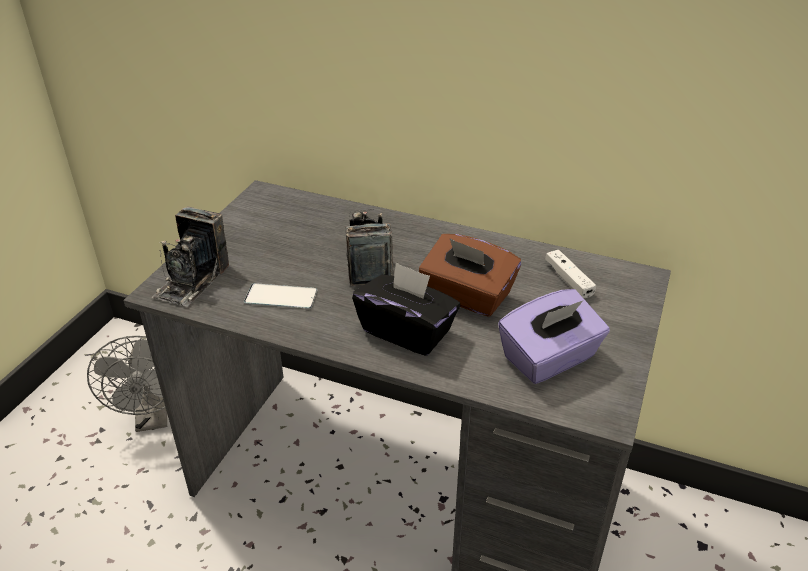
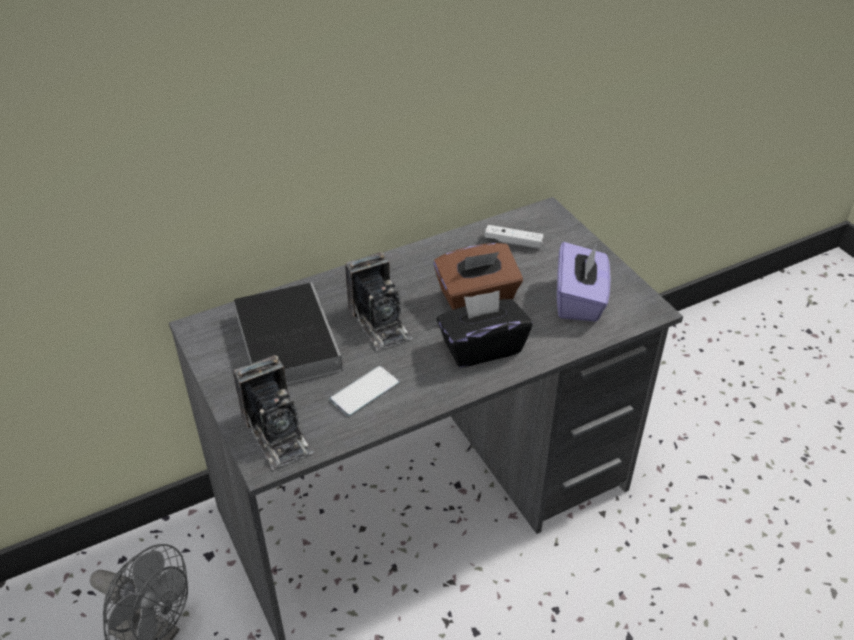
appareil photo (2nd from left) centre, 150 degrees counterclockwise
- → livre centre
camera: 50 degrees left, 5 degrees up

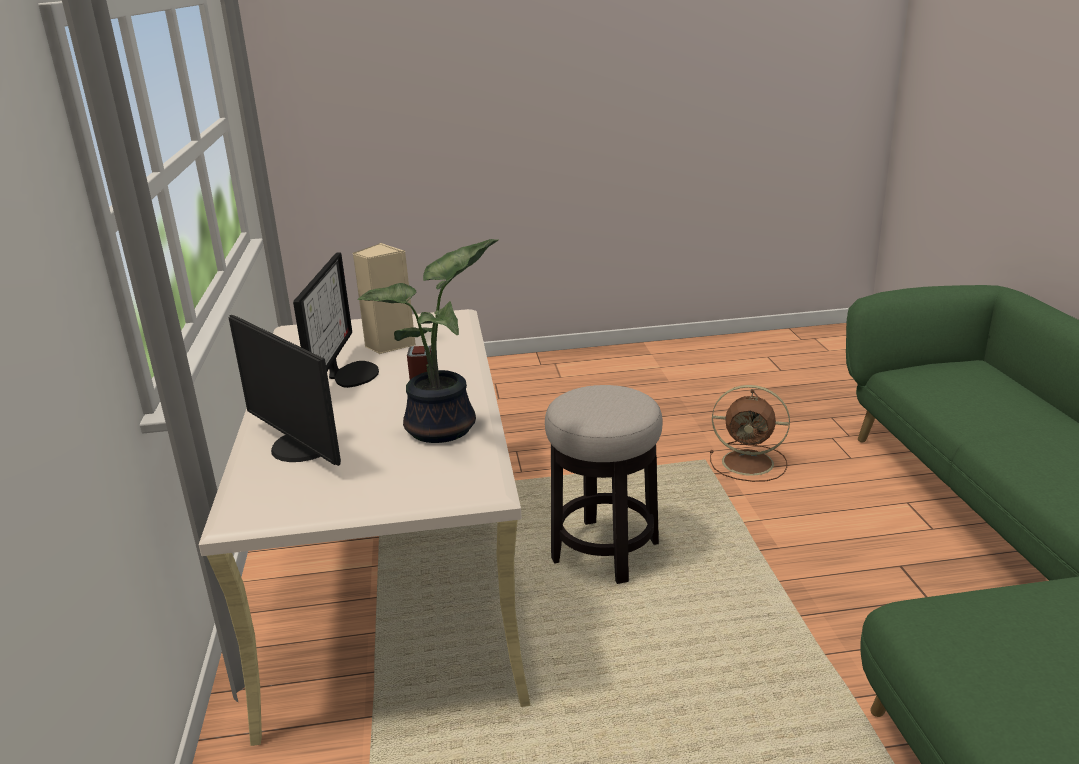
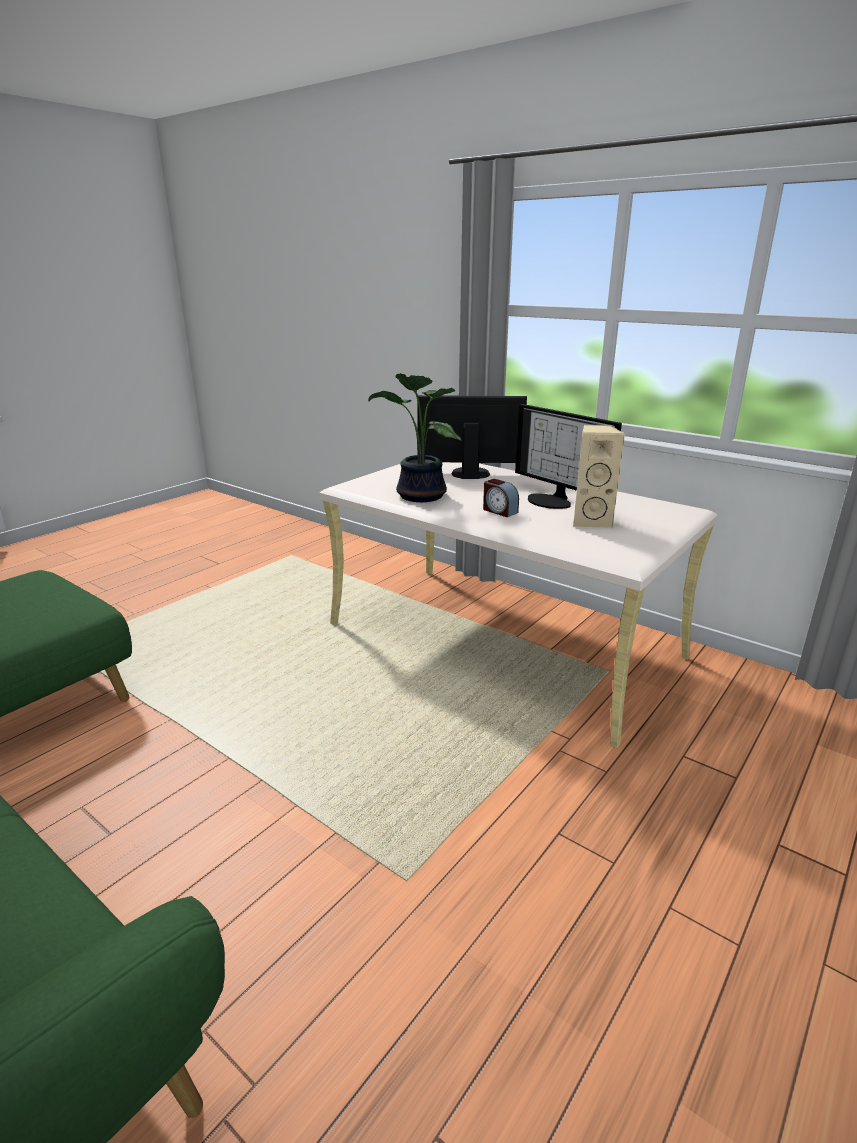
tabouret centre → -
ventilateur (marron) middle right → -
camera: 135 degrees right, 0 degrees up

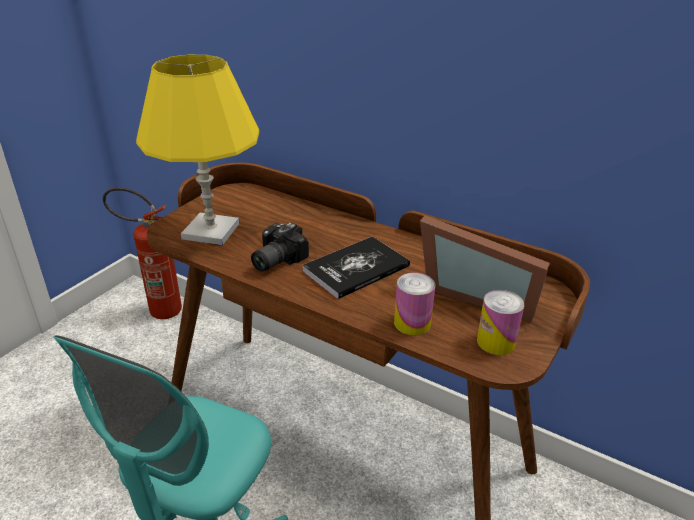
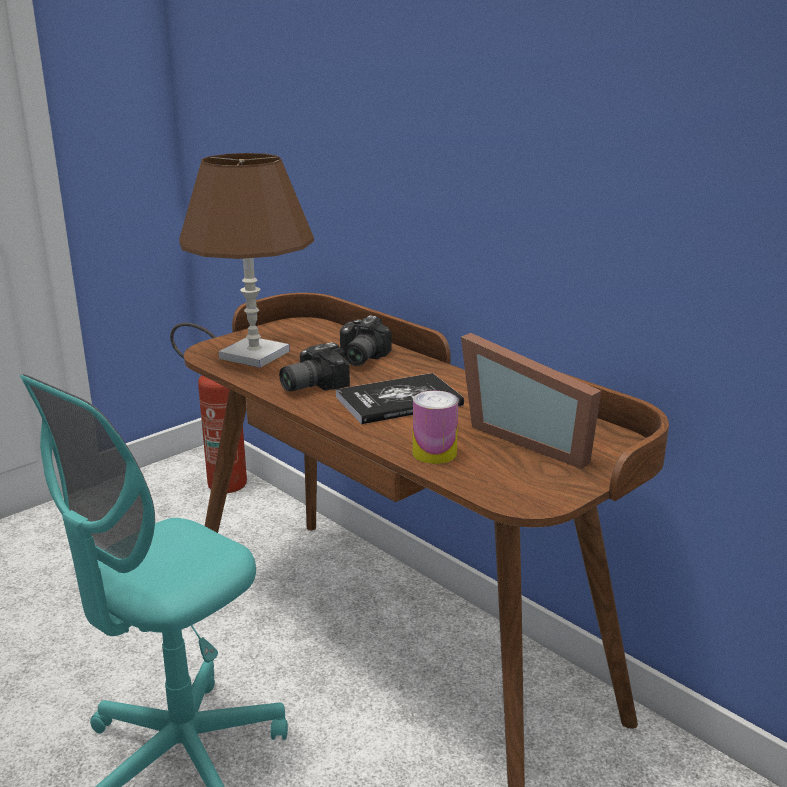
lampe de table (jaune) top left → lampe de table (marron) top left
boîte métallique (2nd from left) middle right → -
- → appareil photo (2nd from left) centre
camera: 15 degrees right, 10 degrees down

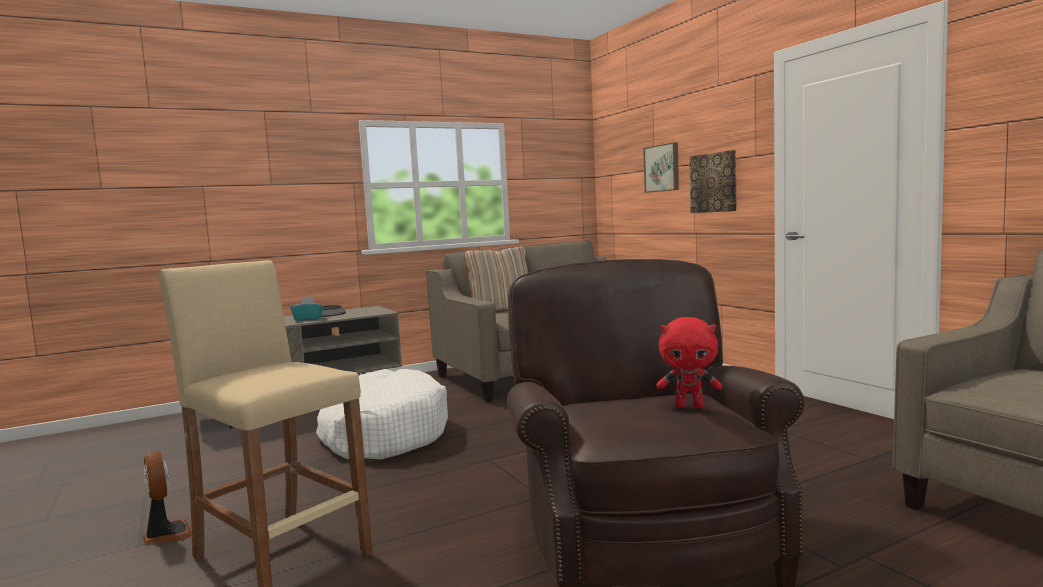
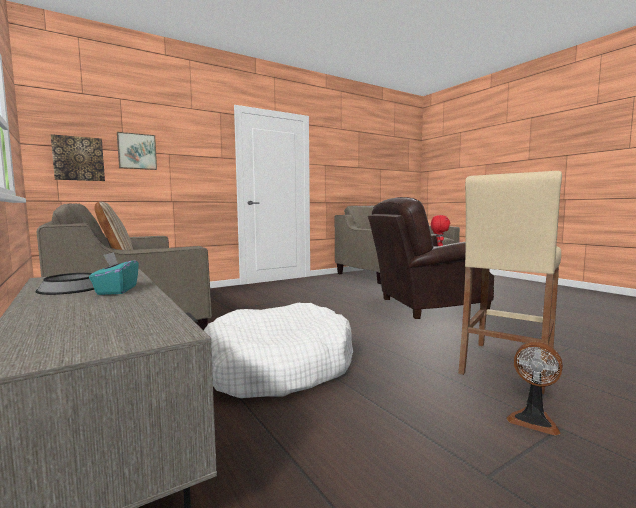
ventilateur bottom left → ventilateur bottom right, 105 degrees counterclockwise
tableau (2nd from left in the first image) top right → tableau (1st from left) top left, moved
camera: 95 degrees left, 0 degrees up

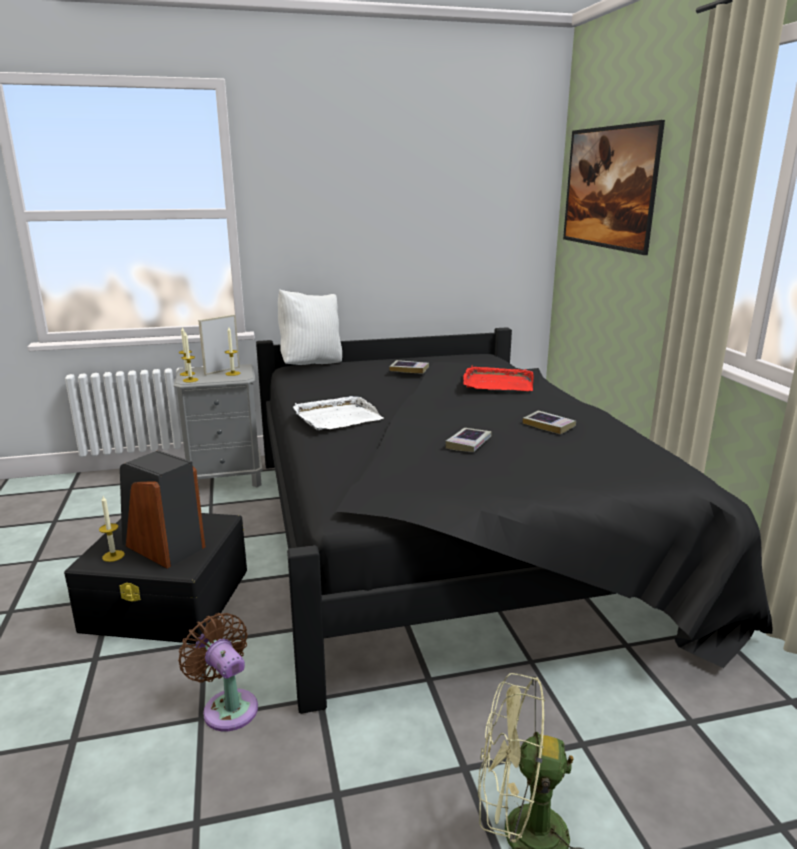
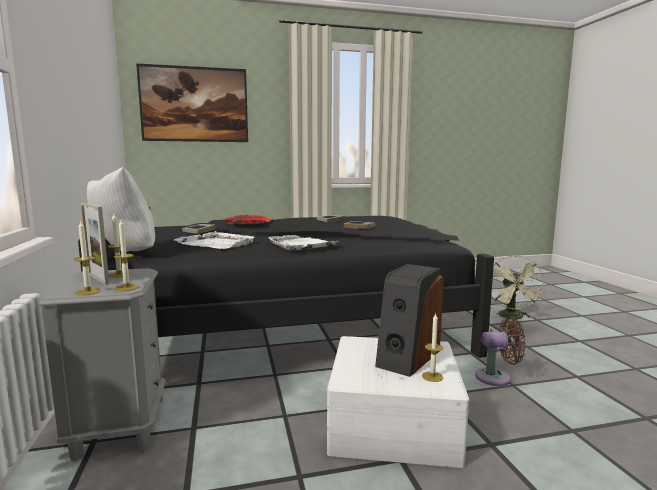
boîte de rangement (noir) bottom left → boîte de rangement (blanc) bottom centre
ventilateur (marron) bottom left → ventilateur (marron) bottom right, 135 degrees counterclockwise
- → plateau (blanc) (1st from left) middle left
camera: 90 degrees left, 10 degrees down

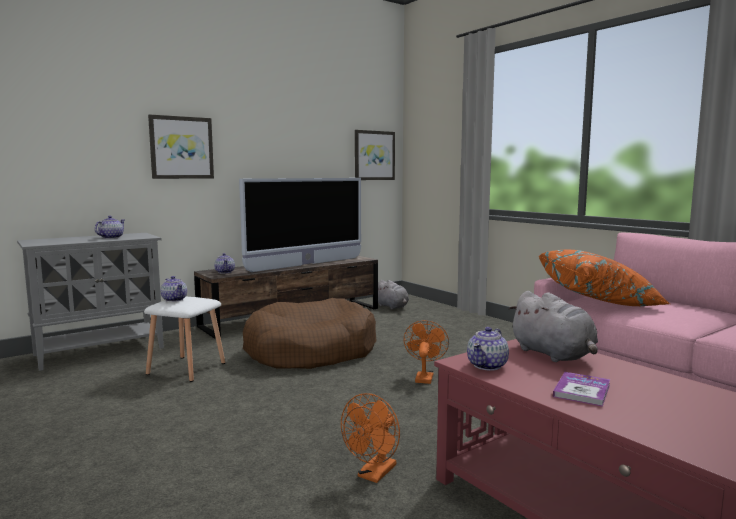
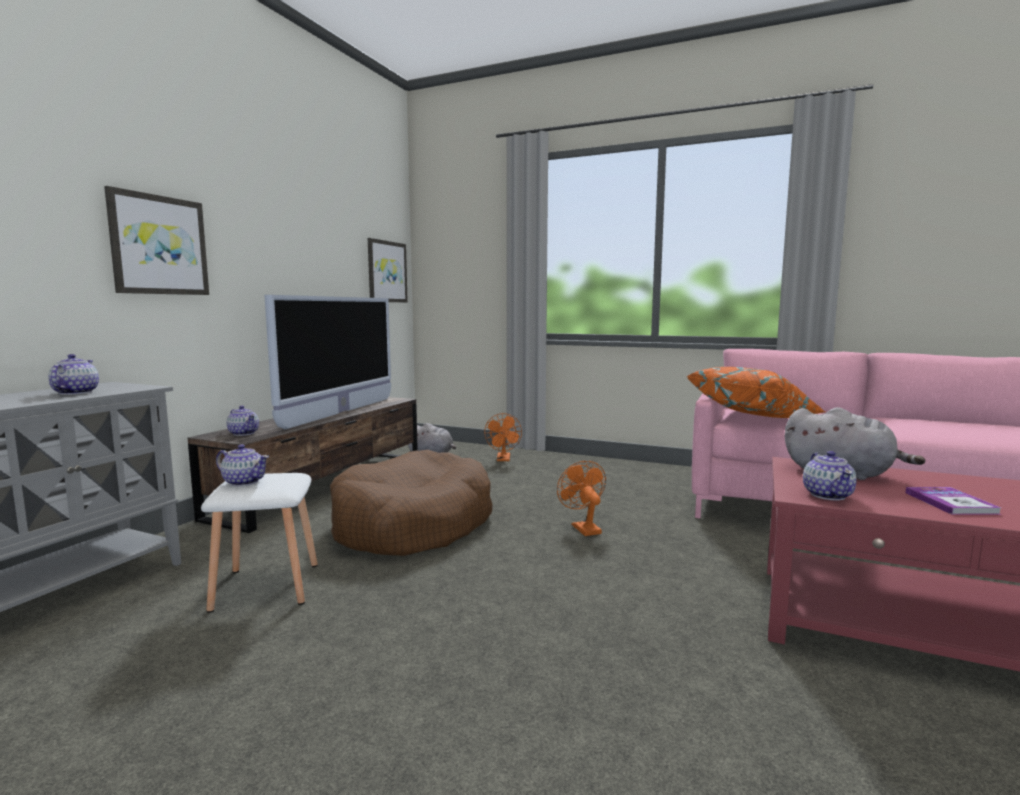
ventilateur (orange) (1st from left) bottom centre → ventilateur (orange) (1st from left) centre, moved
camera: 30 degrees left, 0 degrees up

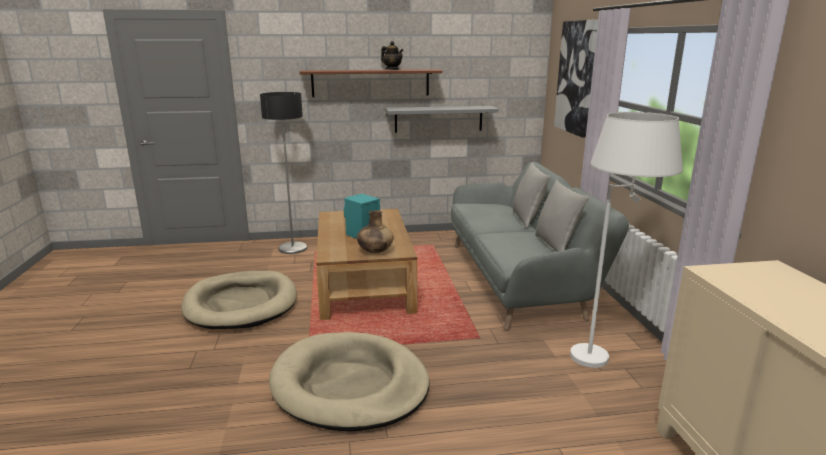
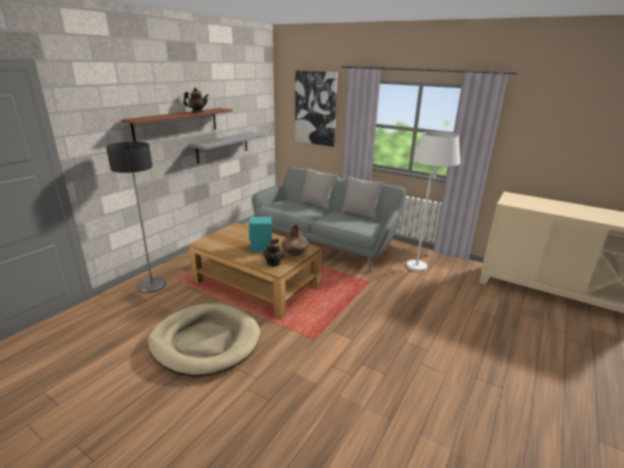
panier pour chien (beige) (2nd from left) bottom centre → -
- → théière (2nd from left) centre
camera: 50 degrees left, 5 degrees up

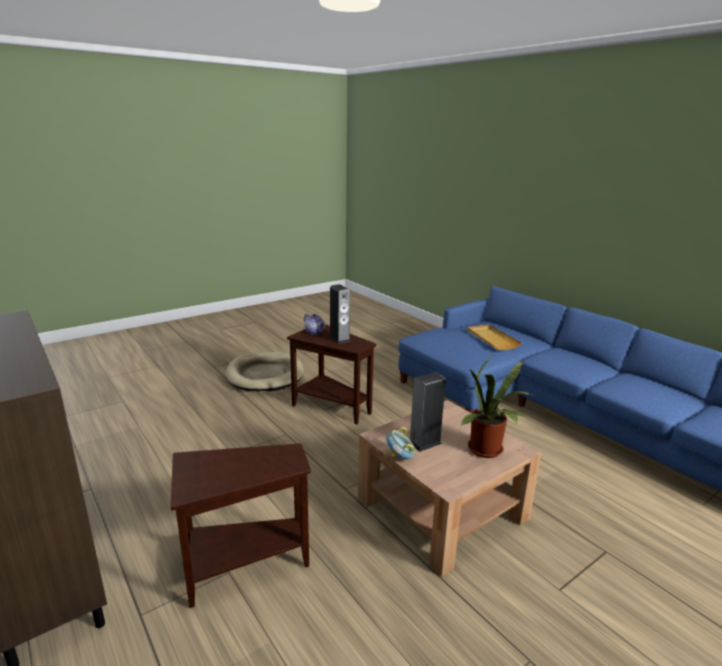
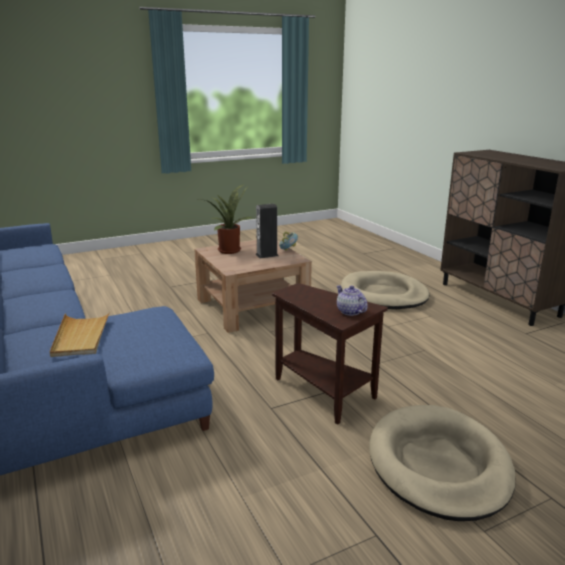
table d'appoint (marron) (1st from left) bottom centre → panier pour chien (beige) (1st from left) middle right
enceinte (1st from left) centre → -
camera: 170 degrees left, 0 degrees up

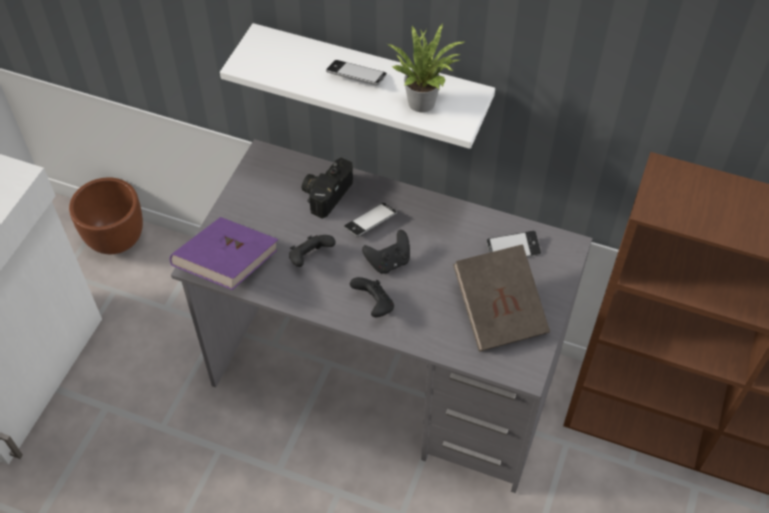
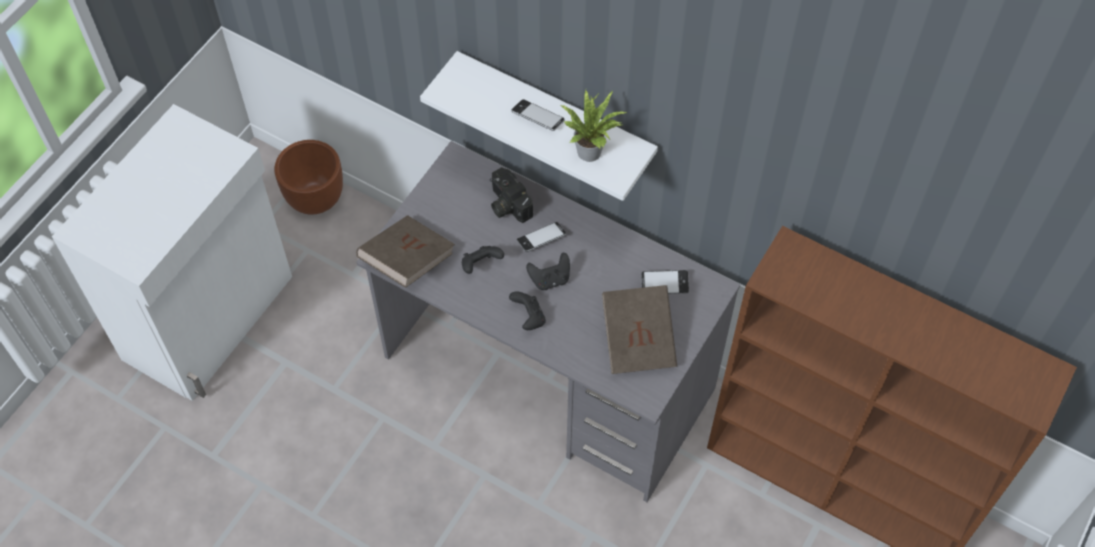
livre (violet) middle left → livre (marron) (1st from left) centre
appareil photo centre, 75 degrees counterclockwise
camera: 10 degrees right, 5 degrees up

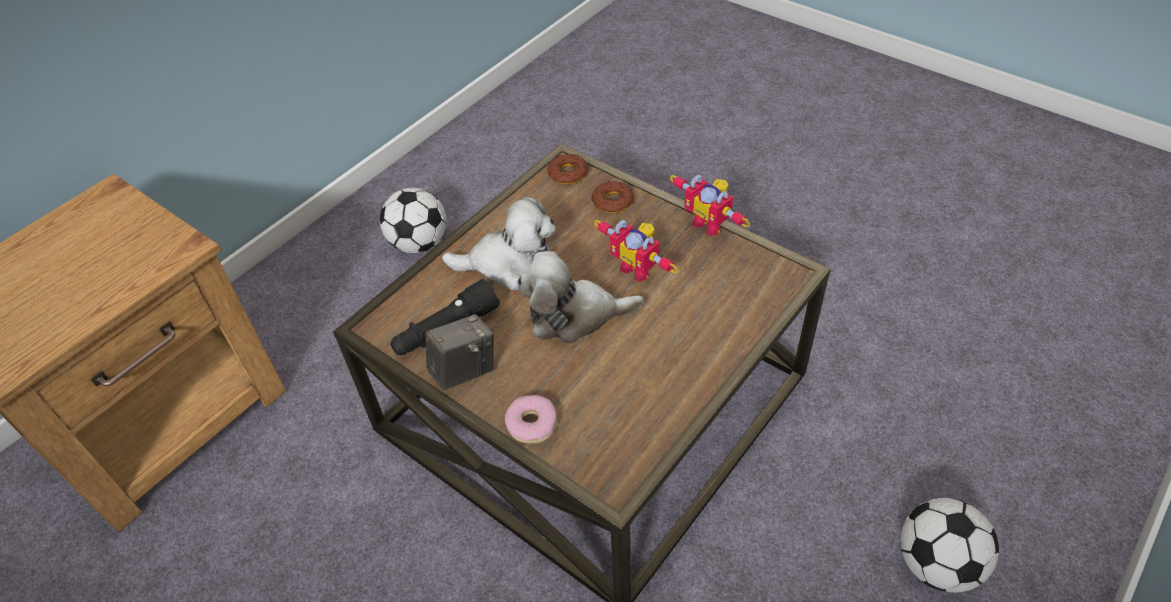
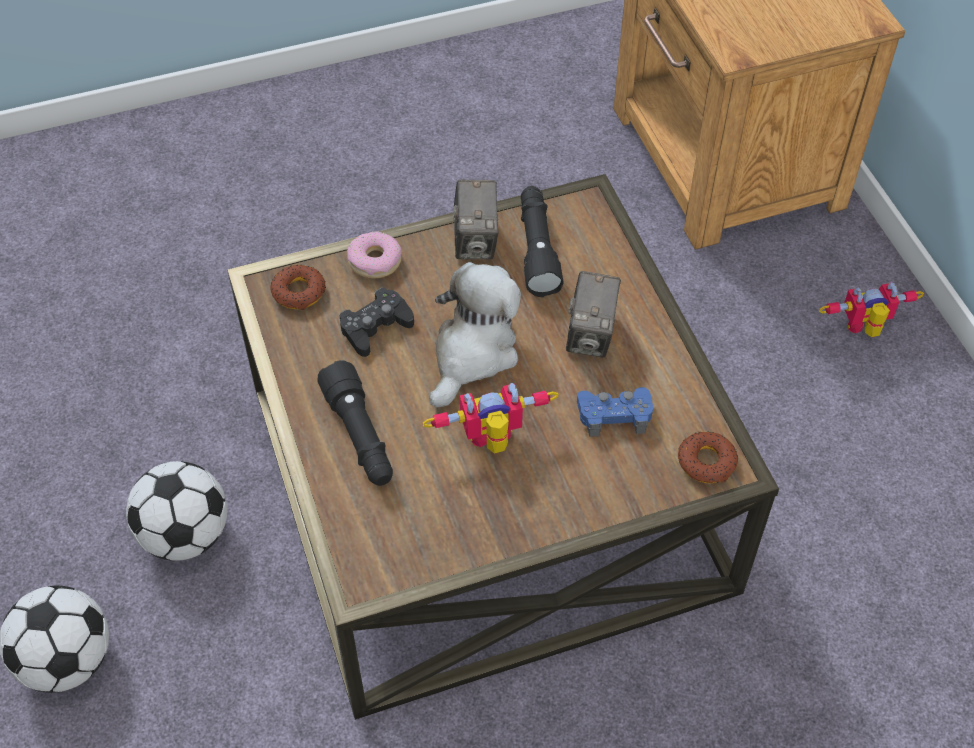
ballon de foot (1st from left in the first image) centre → ballon de foot (2nd from left) bottom left, moved
peluche (1st from left) centre → appareil photo (2nd from left) centre
beignet (3rd from left in the first image) top centre → beignet (1st from left) middle left, moved
robot jouet (2nd from left) centre → robot jouet (2nd from left) middle right, moved
- → lampe de poche (noir) (1st from left) centre
- → manette (noir) centre
- → manette (bleu) centre
camera: 120 degrees right, 5 degrees up

